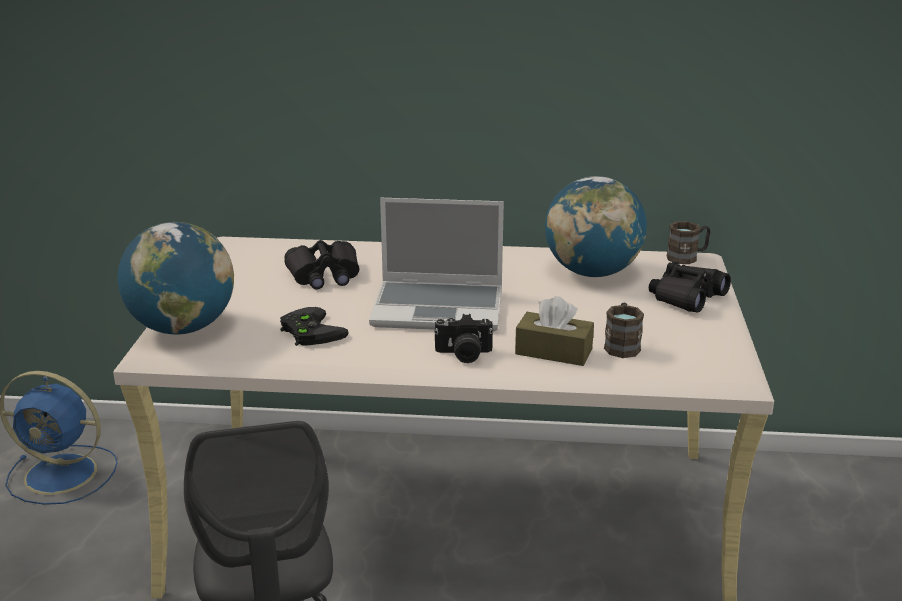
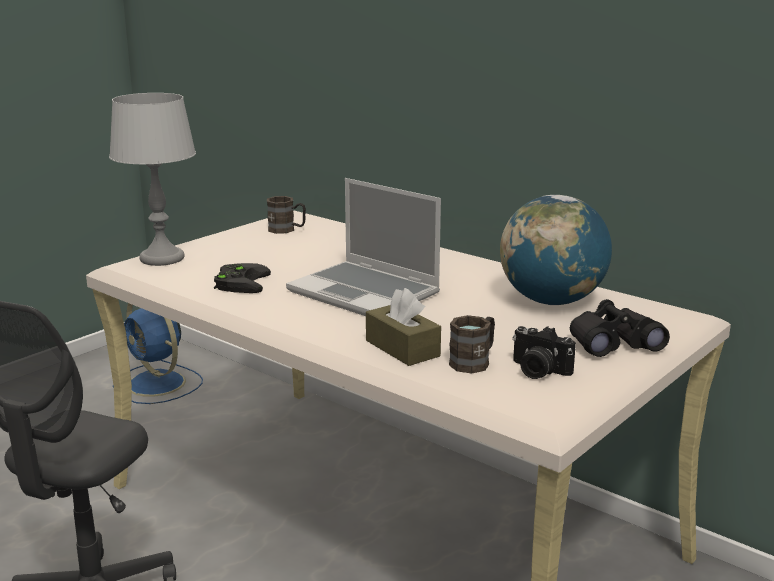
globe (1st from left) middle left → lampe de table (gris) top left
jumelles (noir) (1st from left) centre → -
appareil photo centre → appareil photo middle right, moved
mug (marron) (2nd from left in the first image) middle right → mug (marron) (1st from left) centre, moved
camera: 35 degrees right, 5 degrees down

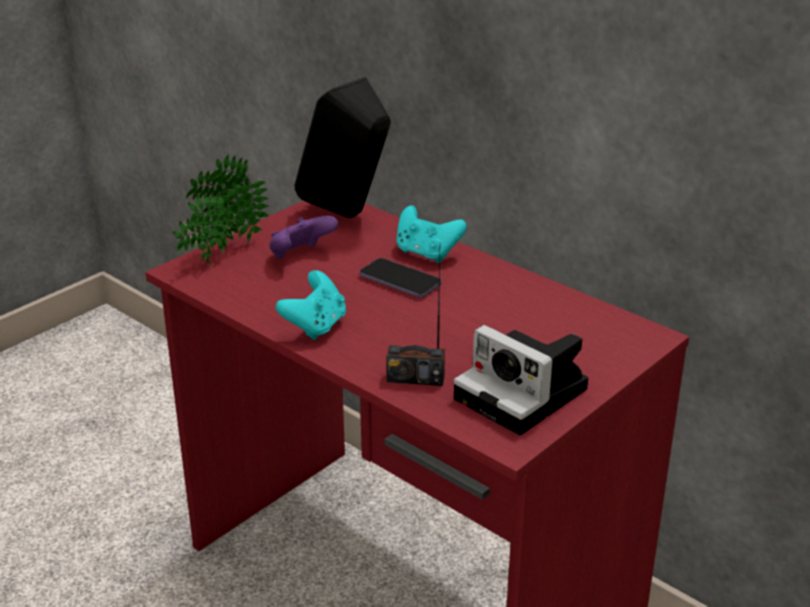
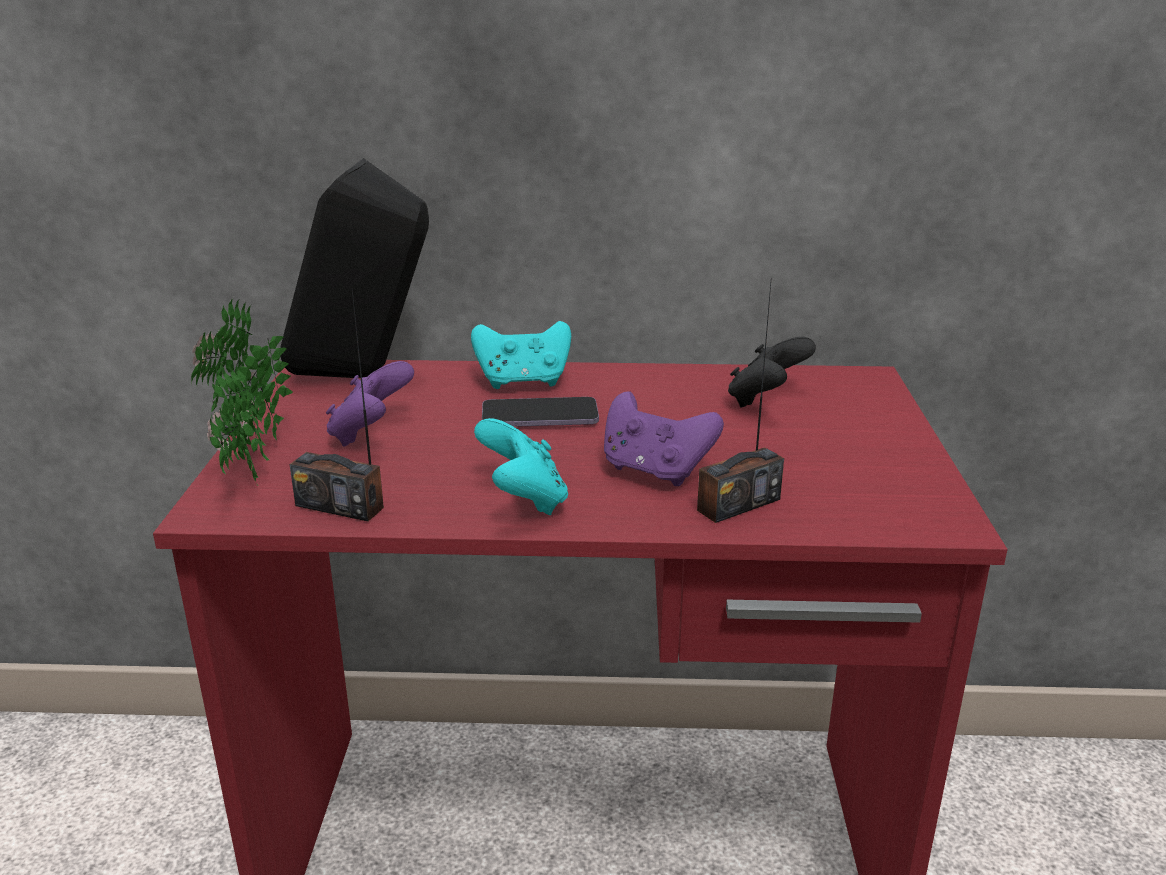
appareil photo centre → -
- → radio (1st from left) middle left
- → manette (violet) (2nd from left) centre
- → manette (noir) centre
camera: 40 degrees left, 5 degrees down

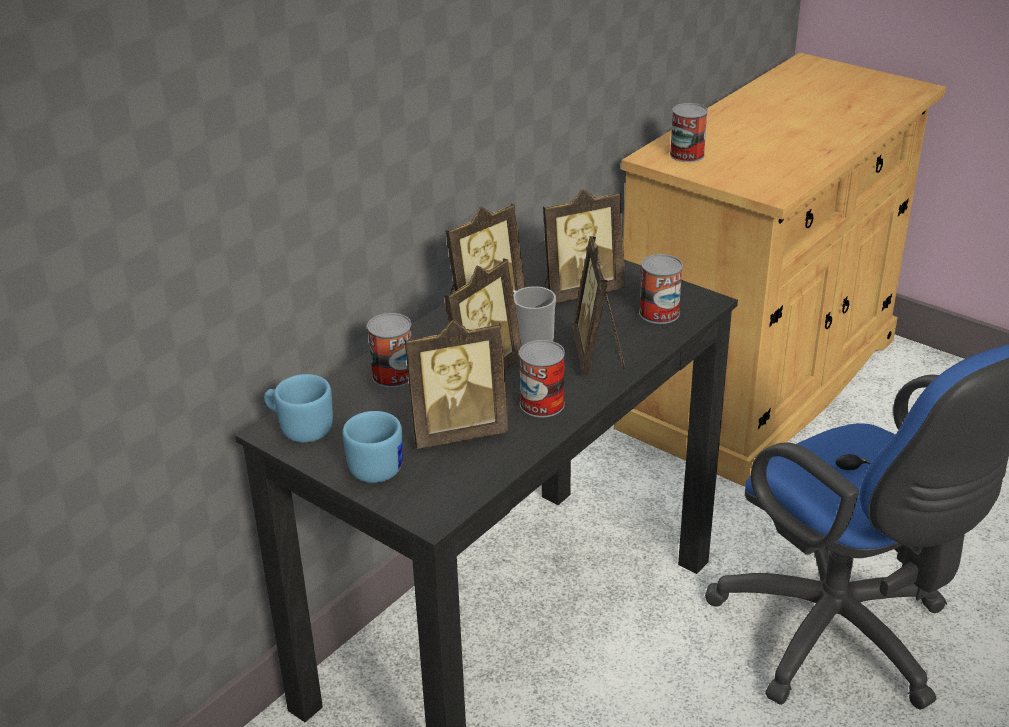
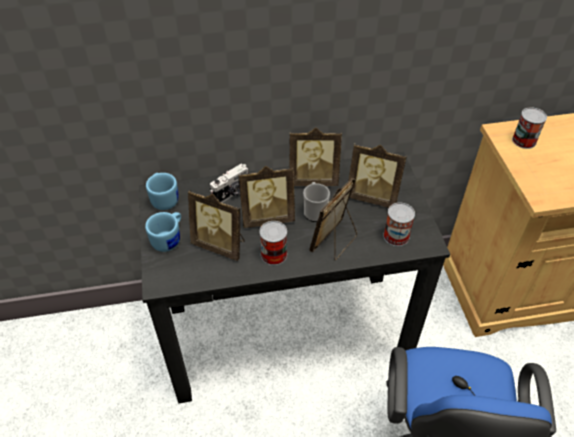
boîte métallique (1st from left) centre → appareil photo centre
camera: 40 degrees right, 15 degrees up

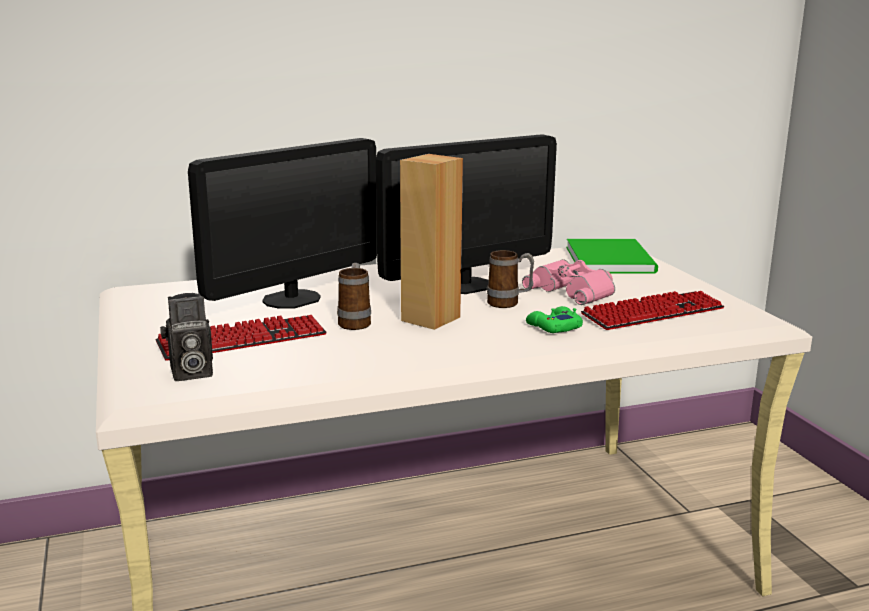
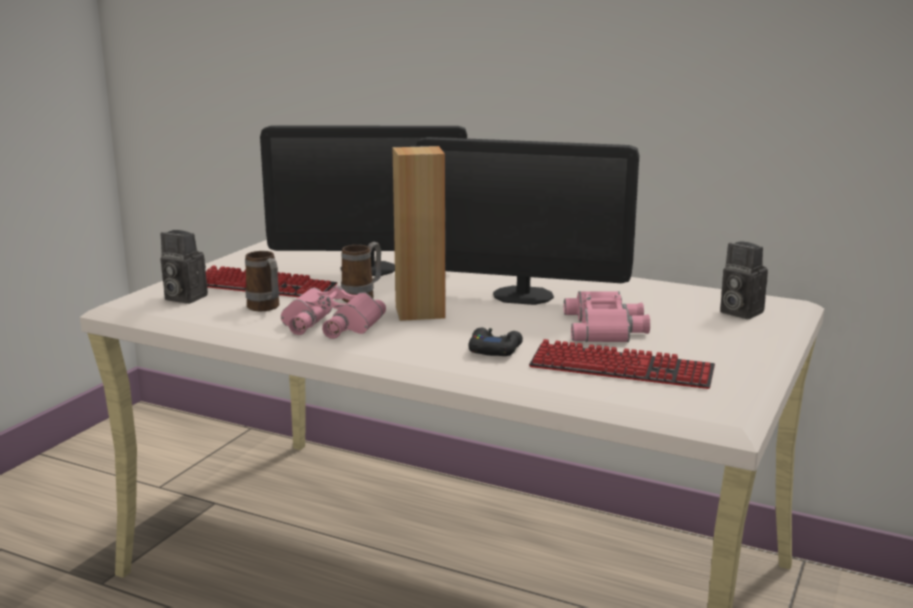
mug (2nd from left in the first image) centre → mug (1st from left) middle left, moved
manette (vert) centre → manette (noir) centre
livre (vert) middle right → appareil photo (2nd from left) middle right
- → jumelles (rose) (1st from left) centre
camera: 45 degrees right, 0 degrees up

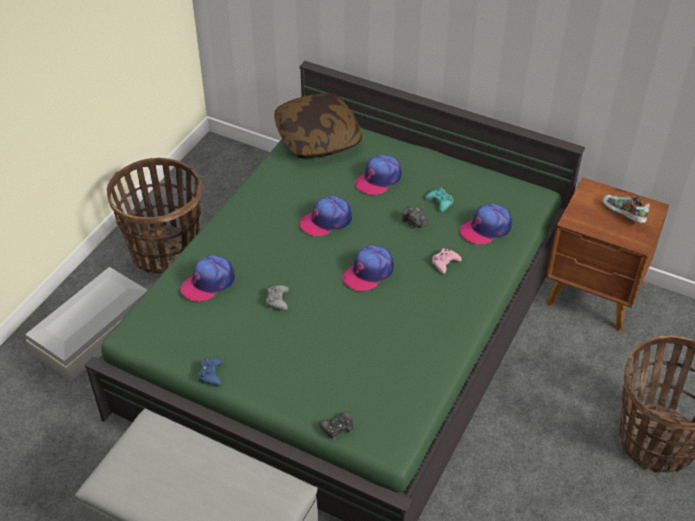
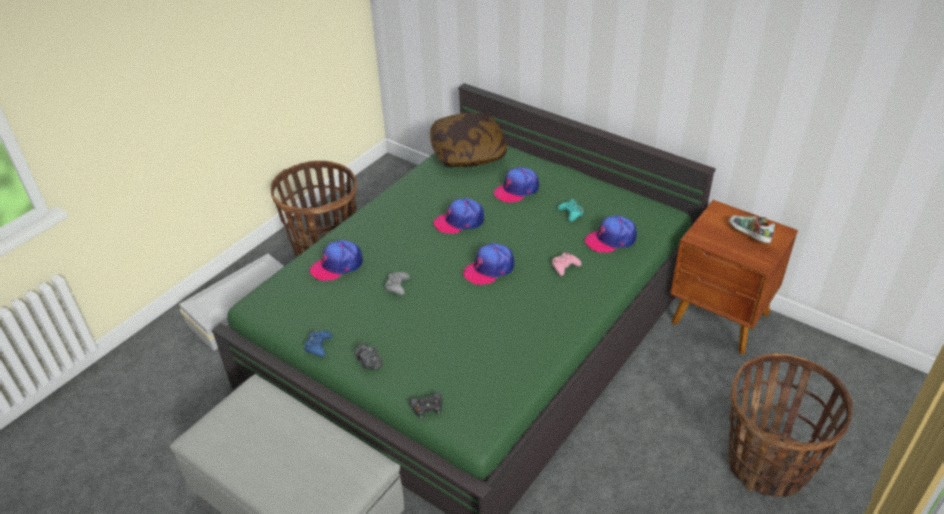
appareil photo centre → appareil photo bottom centre, moved
camera: 10 degrees right, 5 degrees down

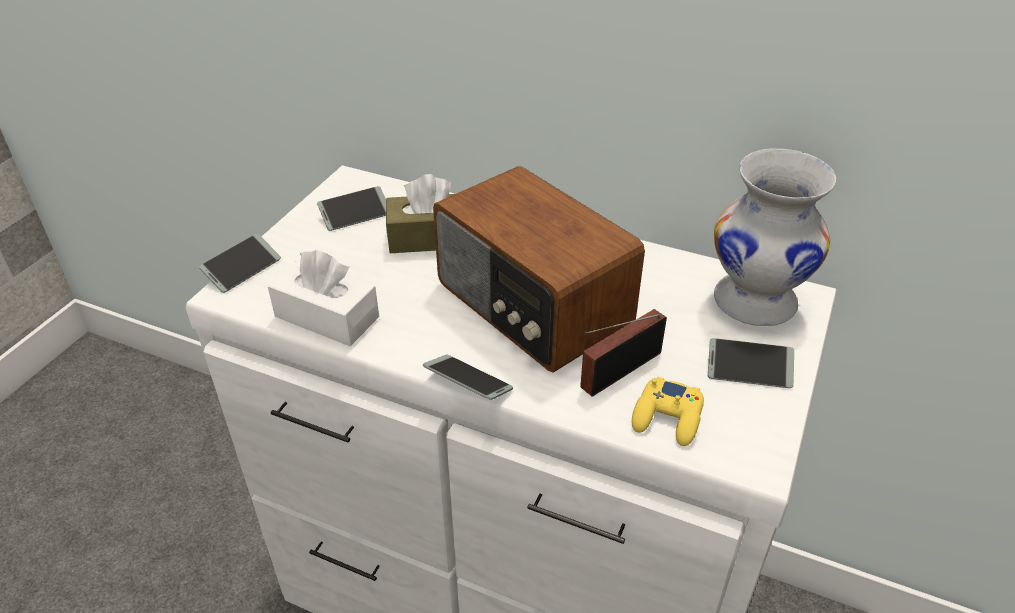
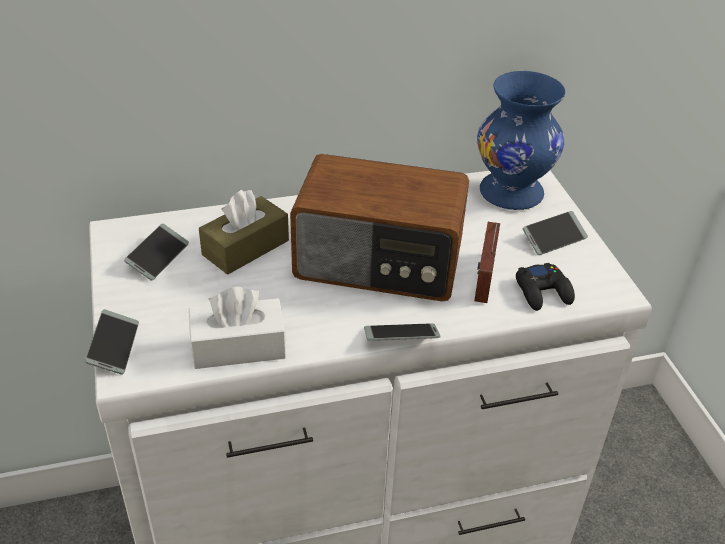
manette (jaune) bottom centre → manette (noir) middle right
vase (blanc) middle right → vase (bleu) top right
camera: 40 degrees left, 0 degrees up

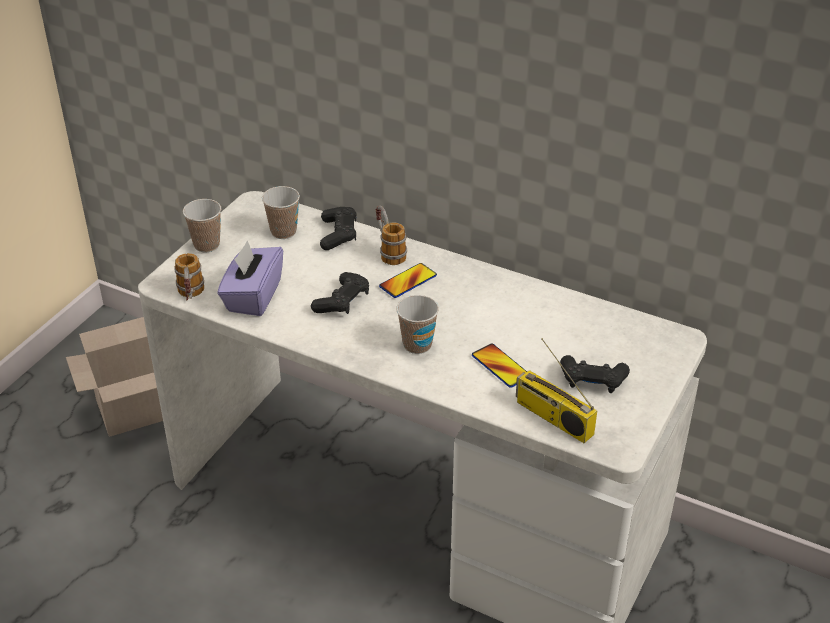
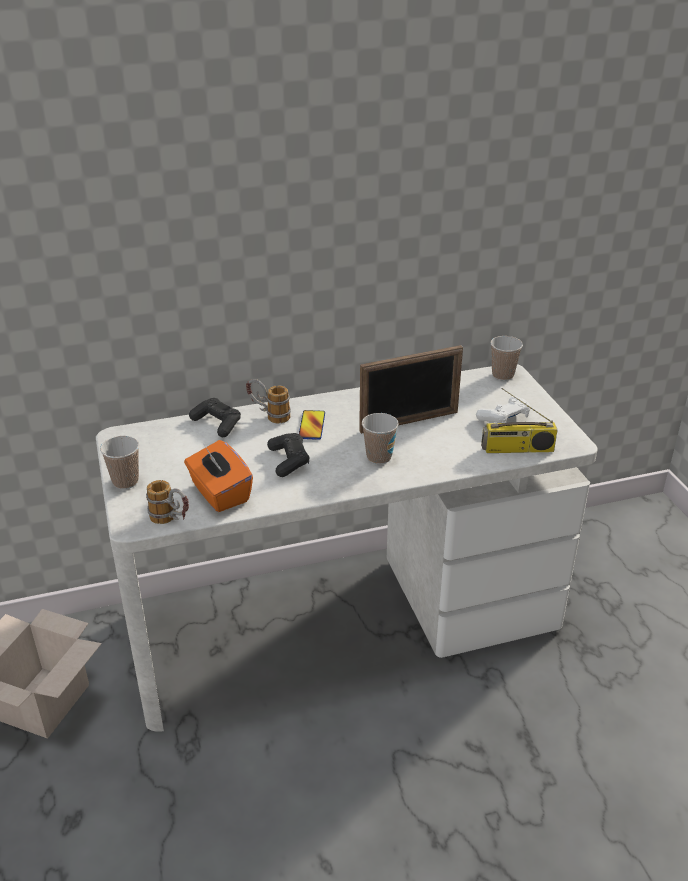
boîte à mouchoirs (violet) middle left → boîte à mouchoirs (orange) middle left
tasse (2nd from left in the first image) centre → tasse (3rd from left) middle right, moved
téléphone (2nd from left) centre → -
manette (noir) (3rd from left) middle right → manette (blanc) middle right
- → cadre photo centre
camera: 45 degrees left, 5 degrees down

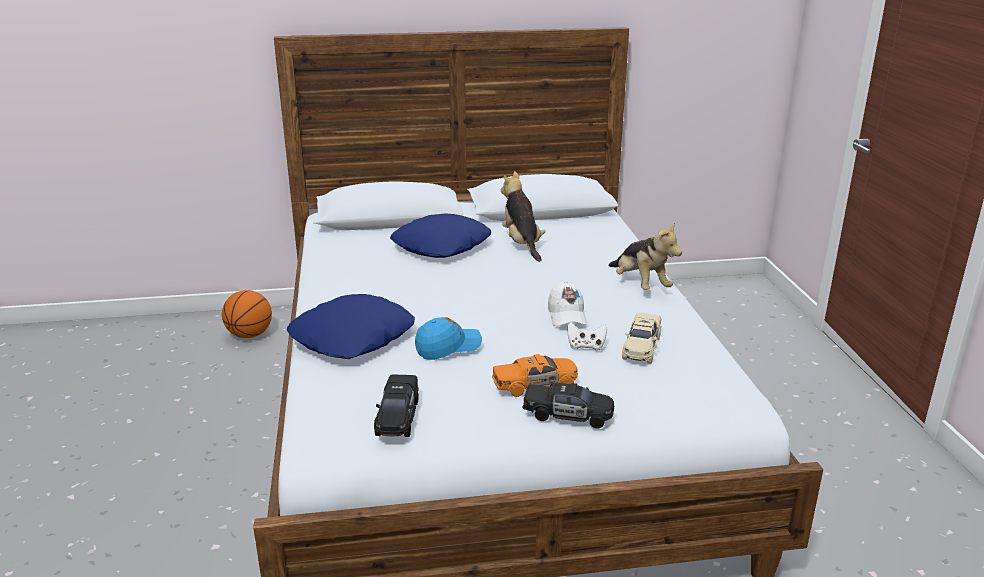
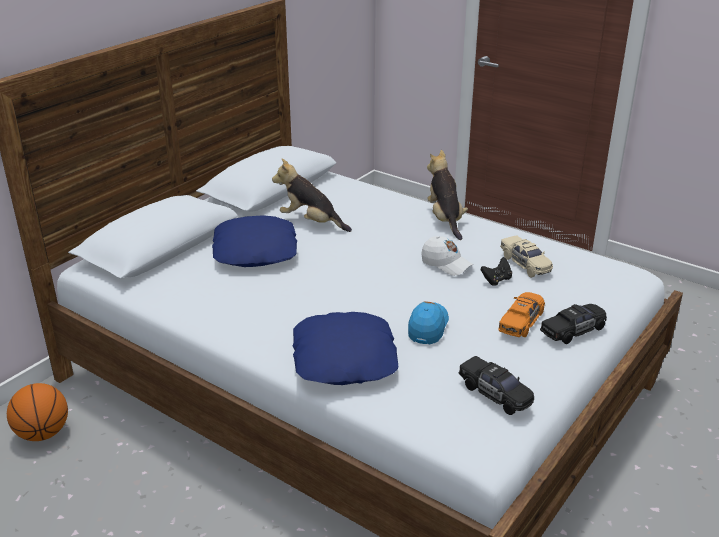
manette (blanc) centre → manette (noir) middle right
peluche (2nd from left) centre, 120 degrees counterclockwise
camera: 45 degrees left, 5 degrees up

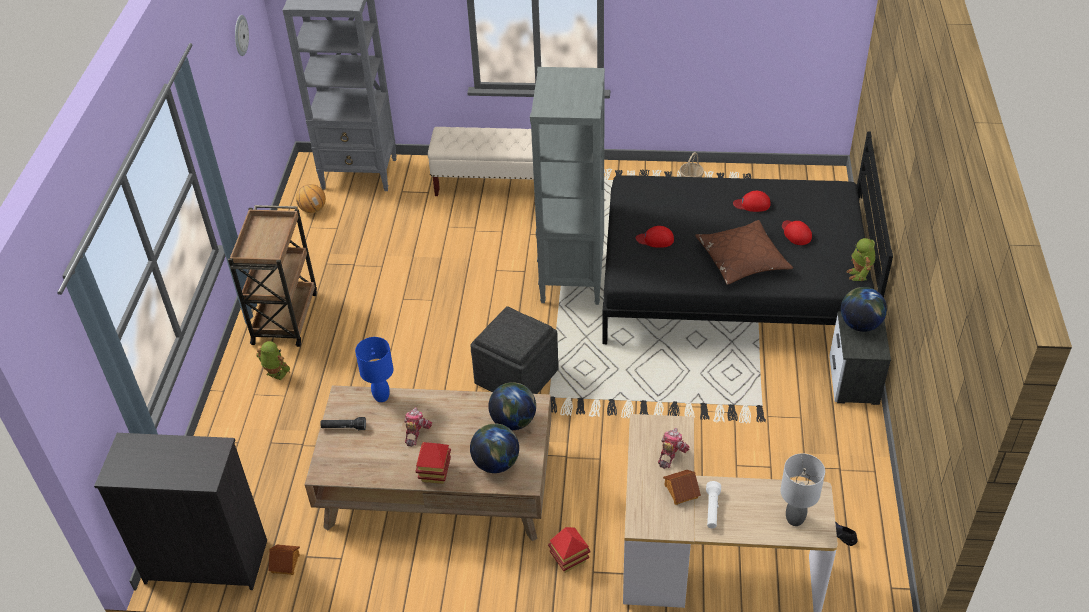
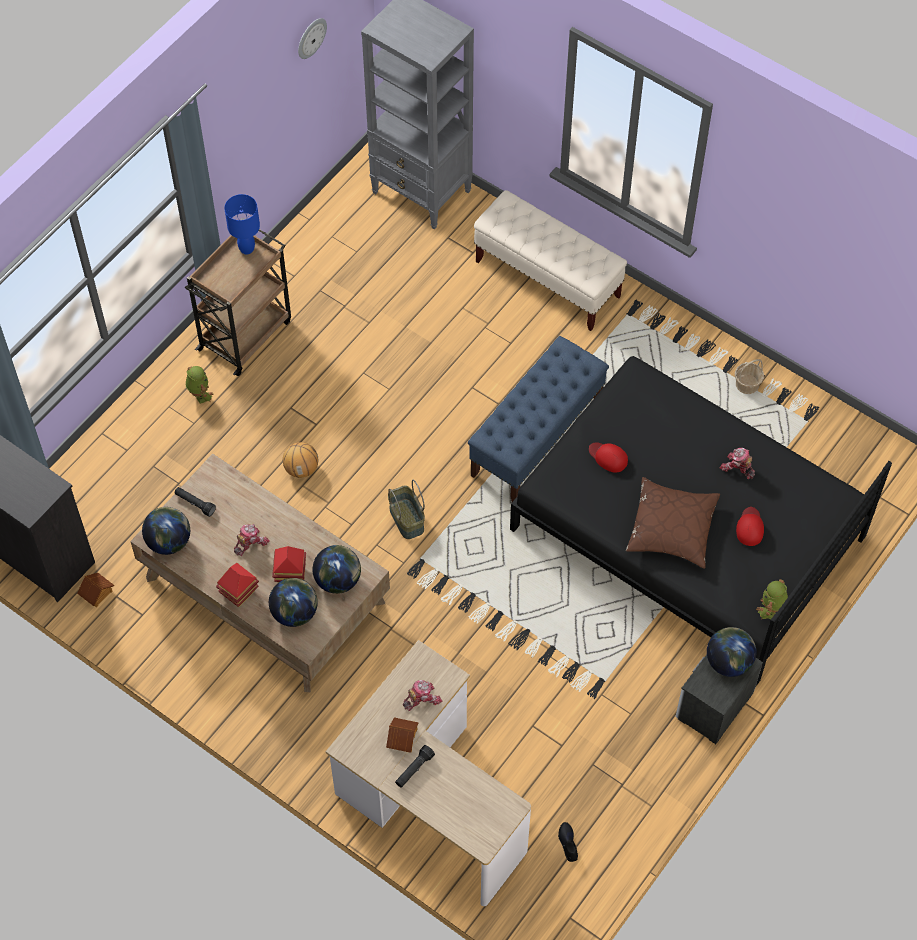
ballon de basket top left → ballon de basket middle left, moved
lampe de table (bleu) centre → lampe de table (bleu) top left, moved
pouf (gris) centre → panier (1st from left) centre
bibliothèque (gris) (2nd from left) top centre → banc (bleu) centre
maison miniature (3rd from left) bottom centre → maison miniature (3rd from left) middle left, moved
lampe de poche (blanc) bottom centre → lampe de poche (noir) (2nd from left) bottom centre
casquette (rouge) (2nd from left) top right → robot jouet (4th from left) middle right
lampe de table (gris) bottom right → -
- → globe (1st from left) middle left
camera: 30 degrees right, 15 degrees up

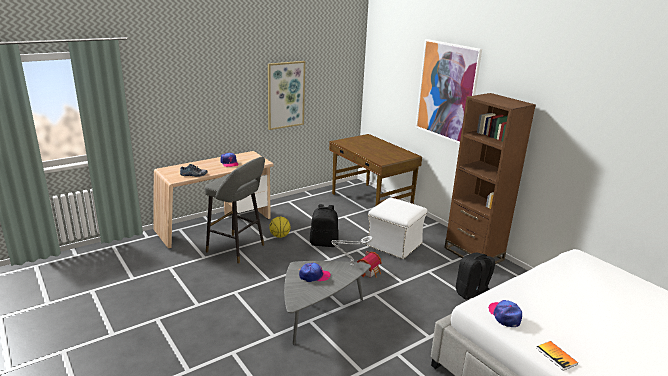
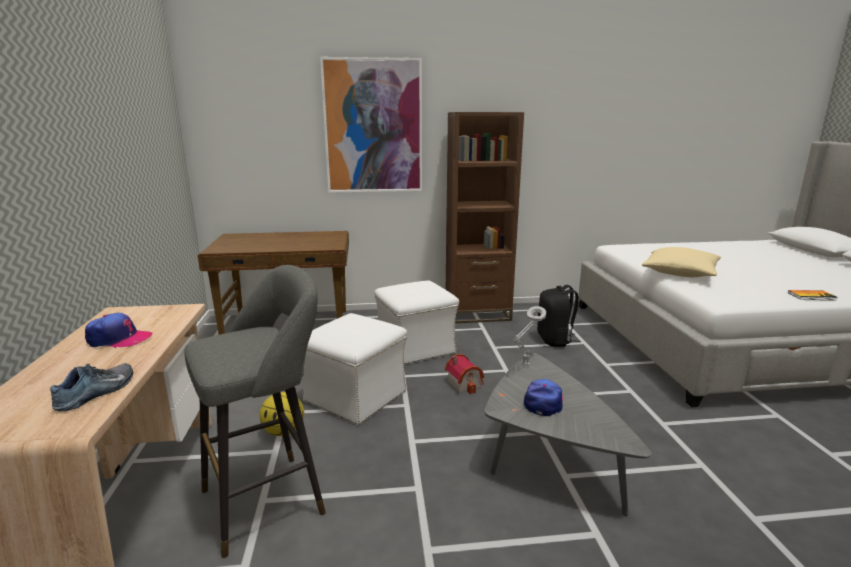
tableau (1st from left) top centre → -
sac à dos (noir) (1st from left) centre → pouf (blanc) (1st from left) centre
casquette (3rd from left) bottom right → -
- → coussin (beige) middle right
camera: 60 degrees left, 5 degrees down

